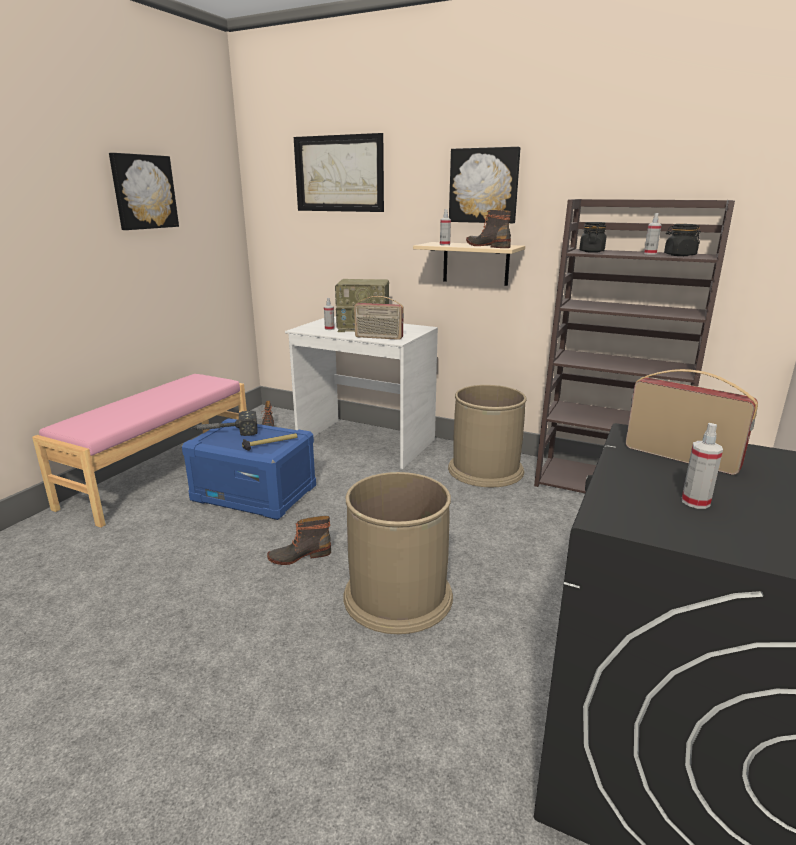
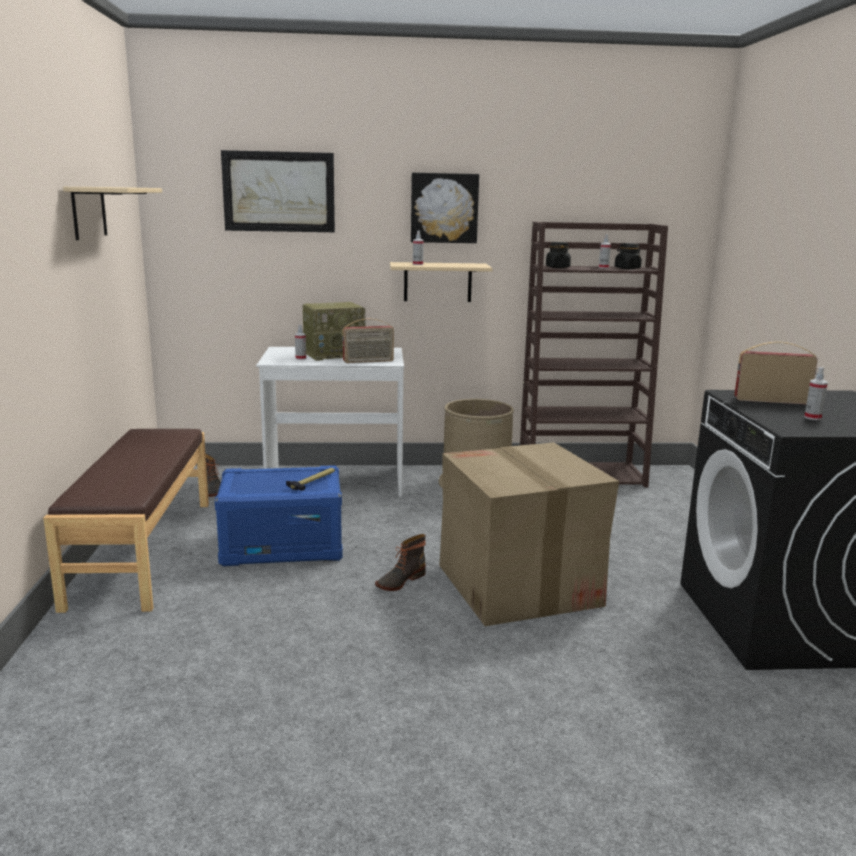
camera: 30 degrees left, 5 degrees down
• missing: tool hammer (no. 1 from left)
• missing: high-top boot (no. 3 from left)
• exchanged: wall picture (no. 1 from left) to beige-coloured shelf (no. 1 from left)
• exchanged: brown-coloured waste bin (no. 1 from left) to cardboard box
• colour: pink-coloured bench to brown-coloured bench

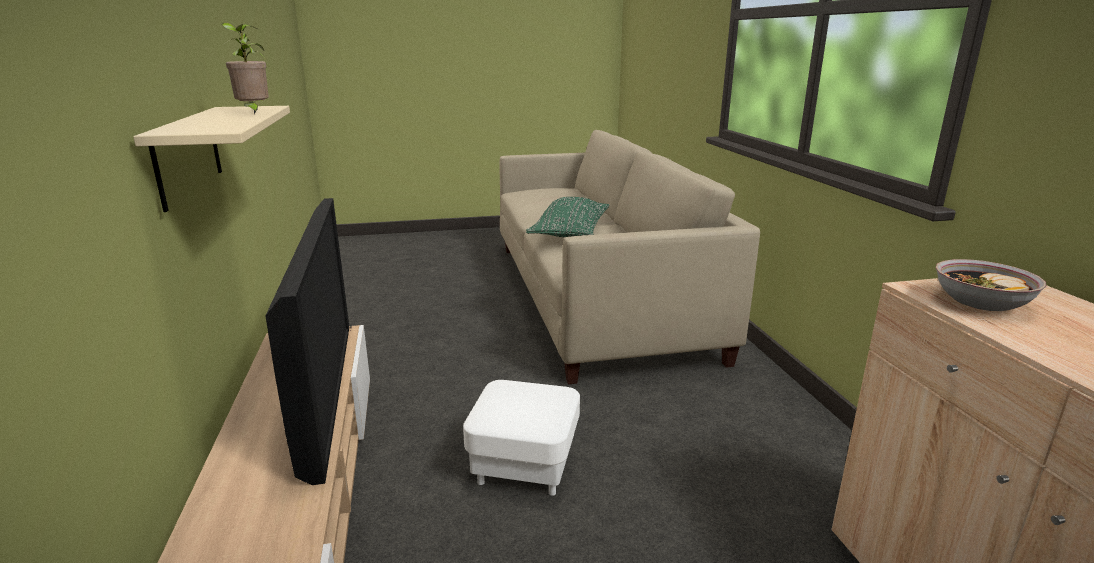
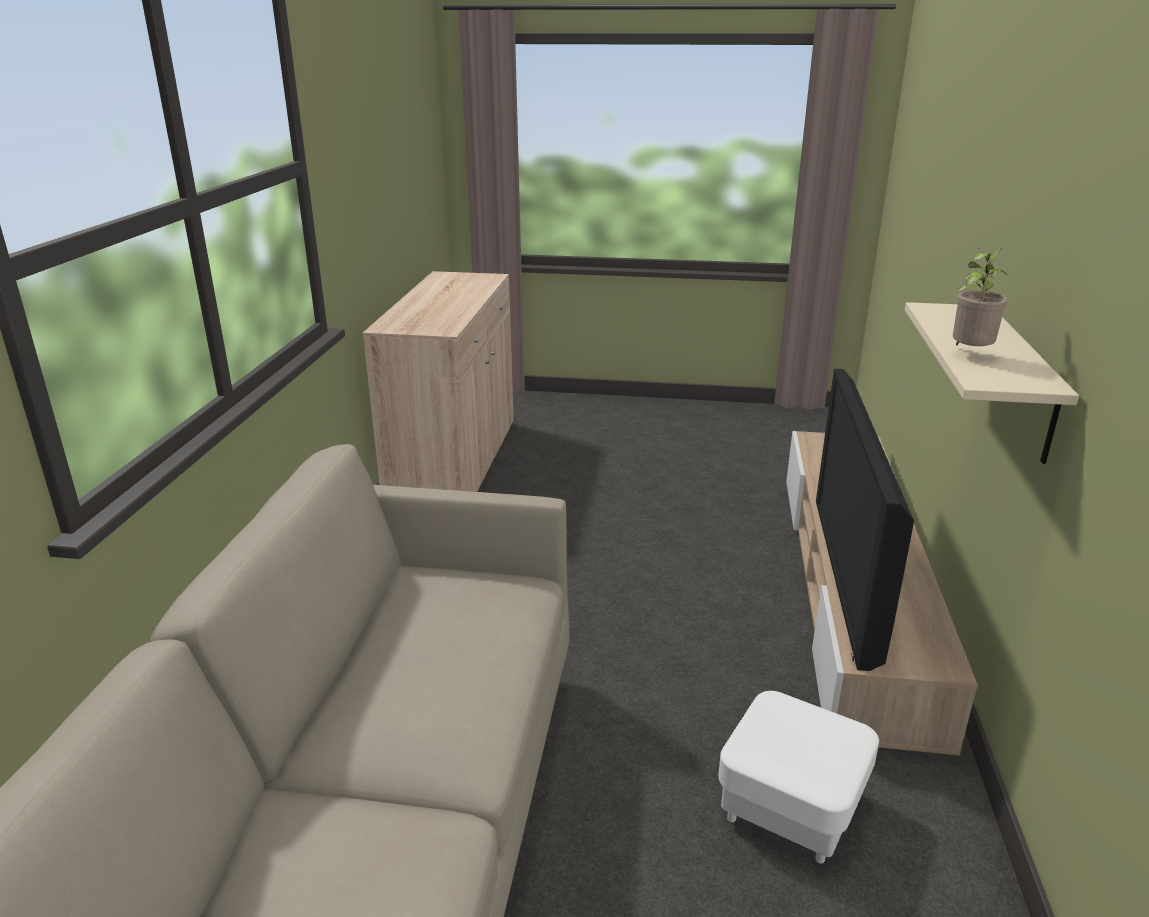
camera: 160 degrees left, 5 degrees up
• missing: green cushion
• missing: deep dish
• relocated: white footrest

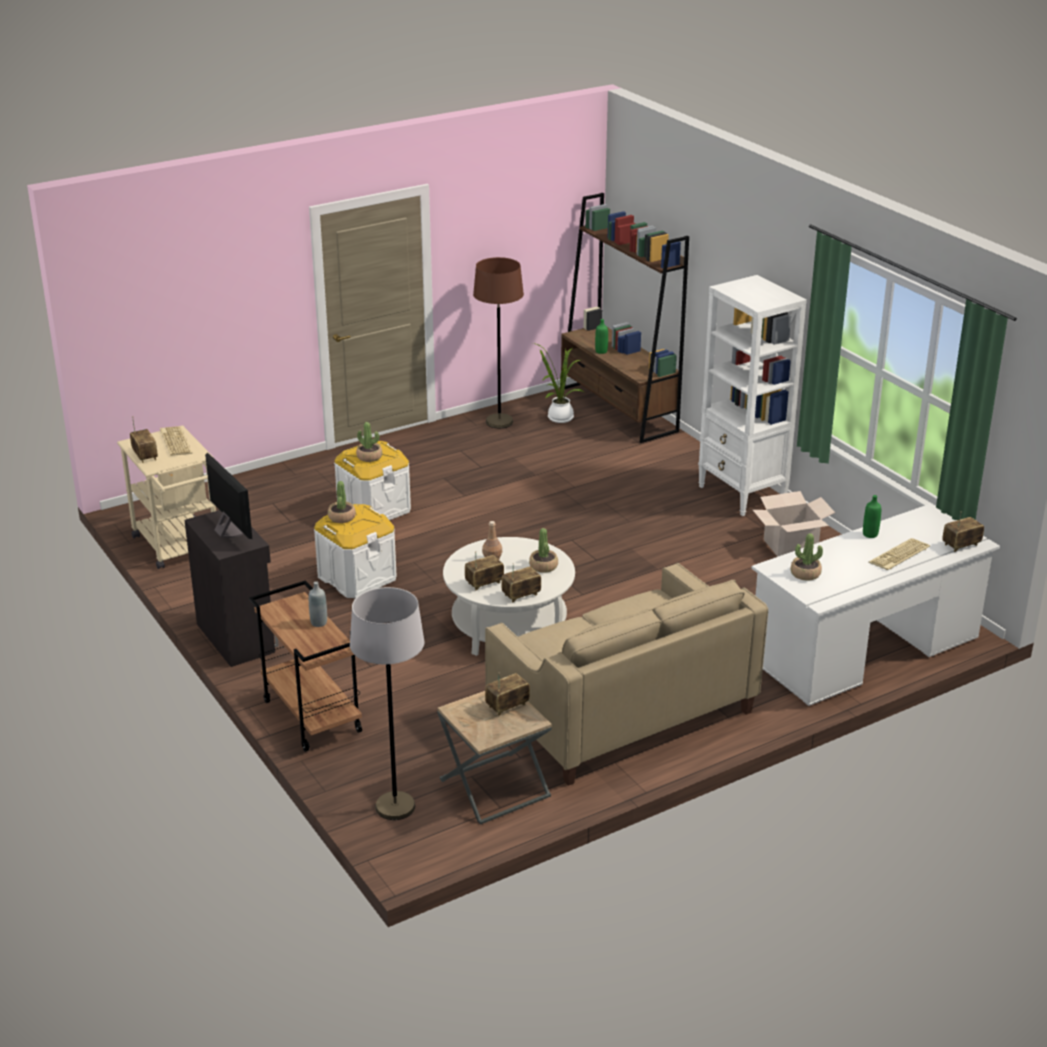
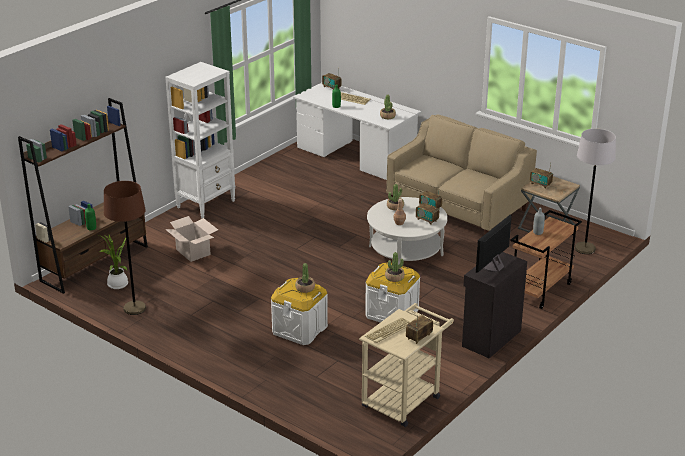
camera: 110 degrees left, 0 degrees up
• relocated: cardboard box

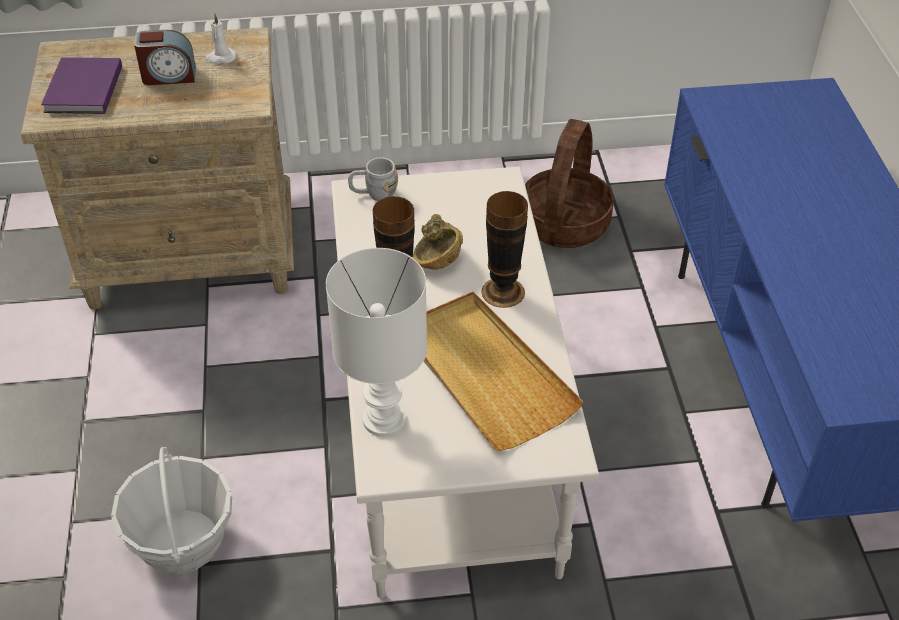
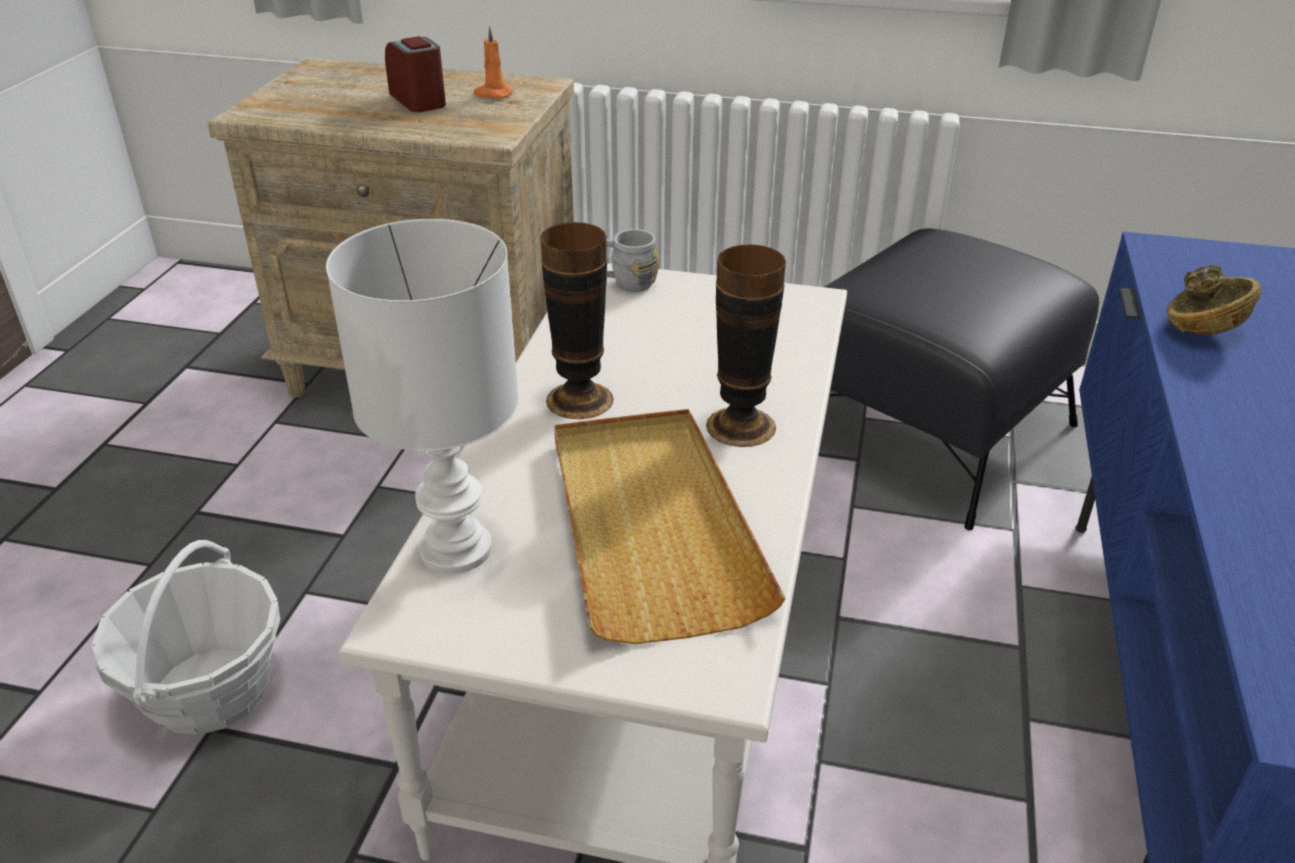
camera: 20 degrees right, 10 degrees down
• missing: purplish book
• relocated: brown-coloured deep dish
• exchanged: storage basket (no. 2 from left) to black-coloured footrest
• colour: white wax light to orange wax light
• spun: table clock 135 degrees counterclockwise

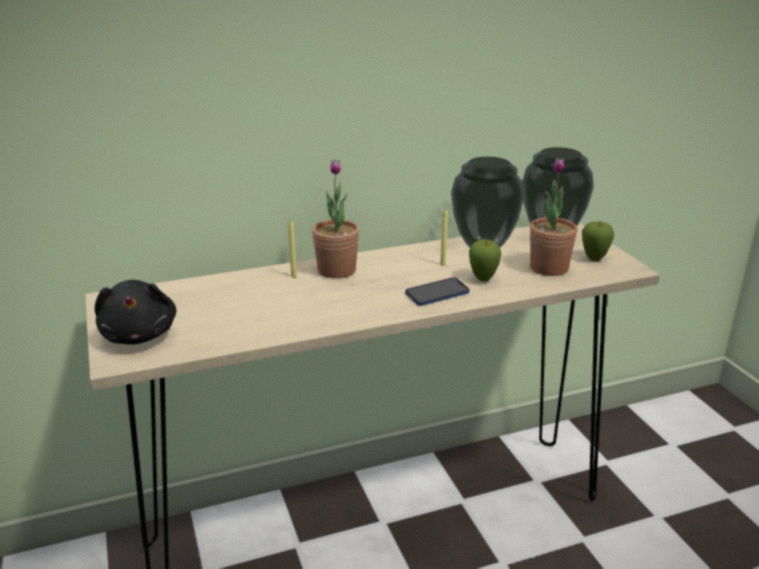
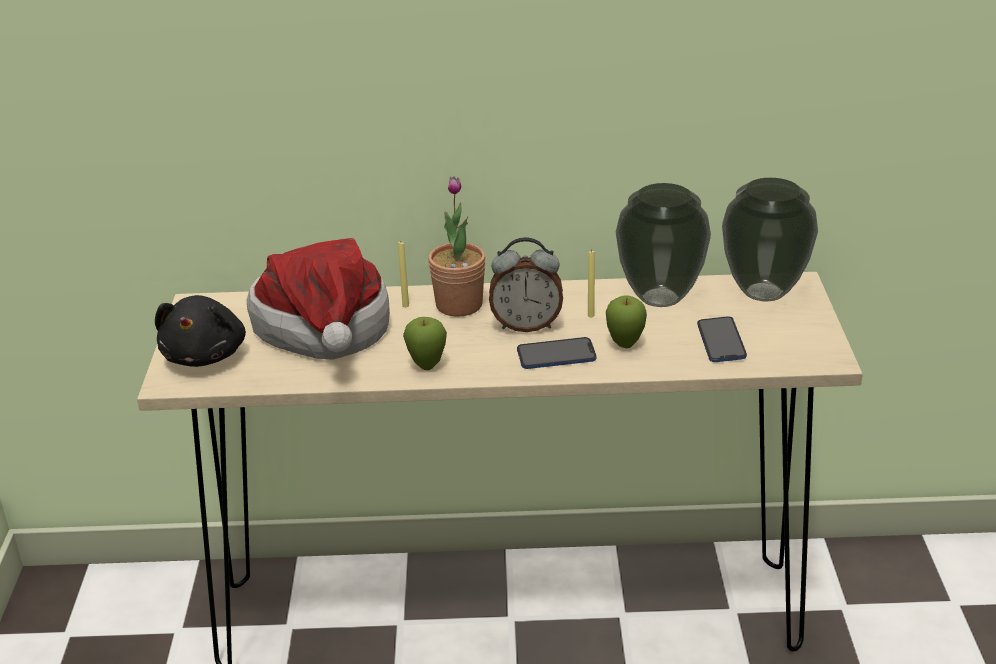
camera: 20 degrees right, 5 degrees up
• appeared: hat
• appeared: table clock
• relocated: whole apple (no. 2 from left in the first image) to whole apple (no. 1 from left)
• exchanged: potted plant (no. 2 from left) to phone (no. 2 from left)

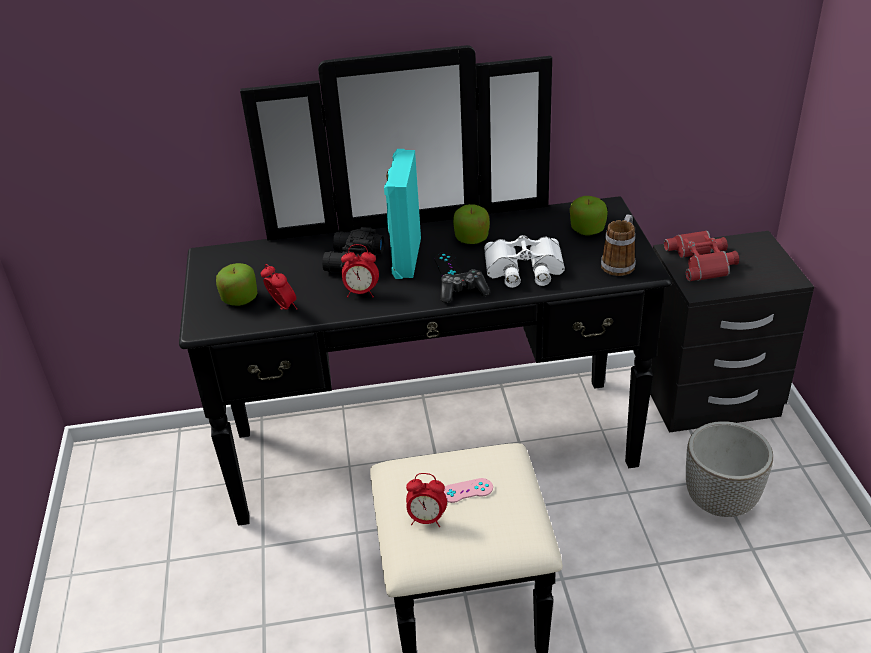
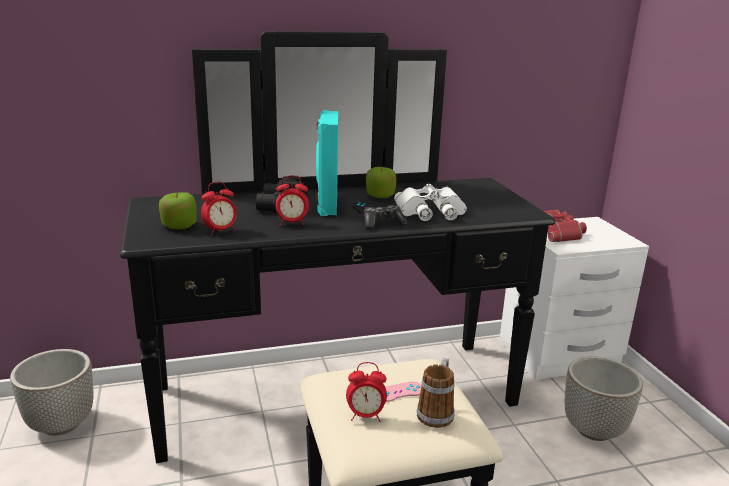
camera: 10 degrees left, 15 degrees down
• missing: whole apple (no. 3 from left)
• appeared: plant pot (no. 1 from left)
• relocated: mug
• colour: black-coloured nightstand to white nightstand
• spun: table clock (no. 1 from left) 105 degrees clockwise

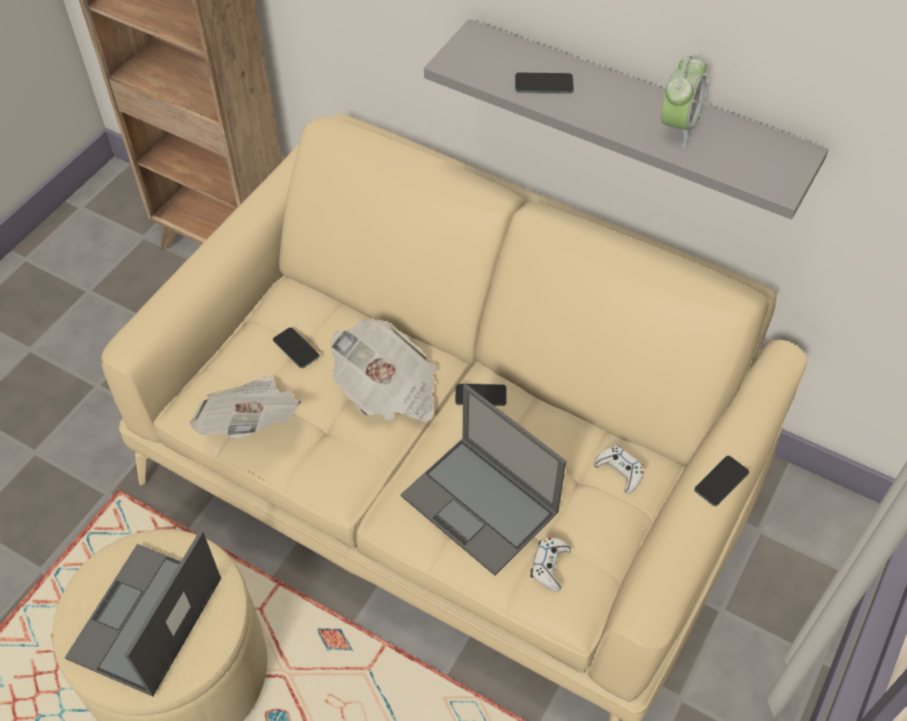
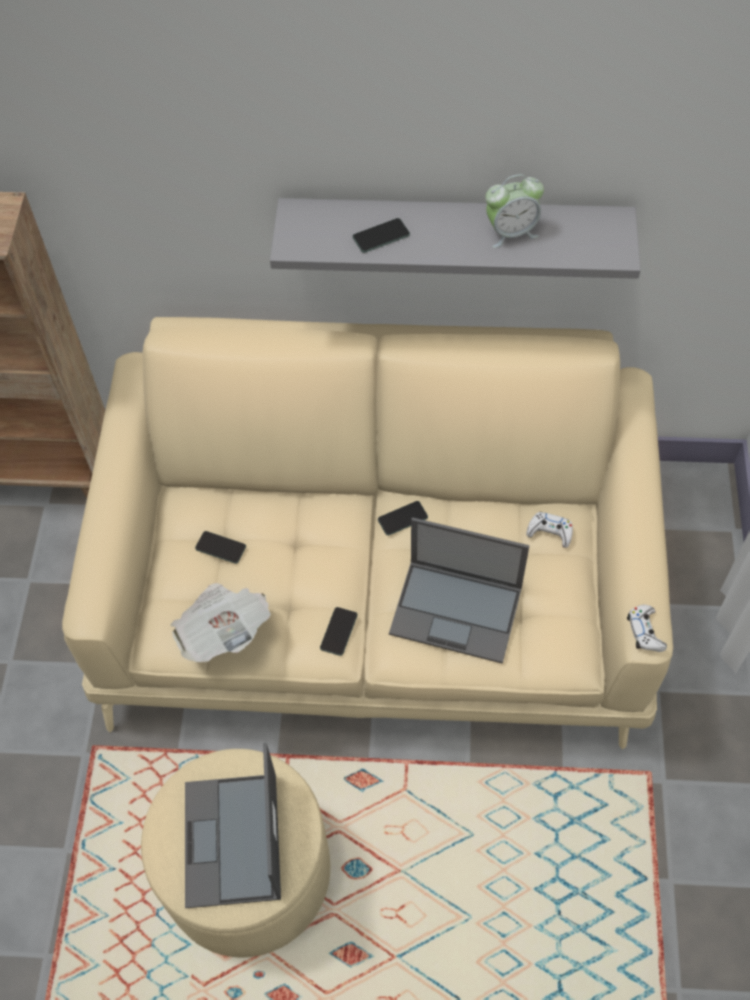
camera: 25 degrees left, 5 degrees up
• missing: newspaper (no. 2 from left)
• relocated: white gamepad (no. 1 from left in the first image) to white gamepad (no. 2 from left)
• relocated: phone (no. 4 from left in the first image) to phone (no. 2 from left)
• spun: table clock 75 degrees clockwise

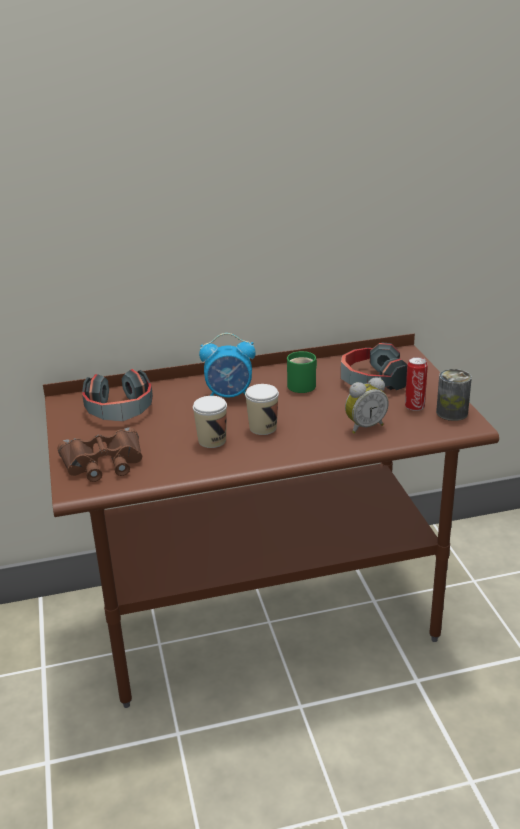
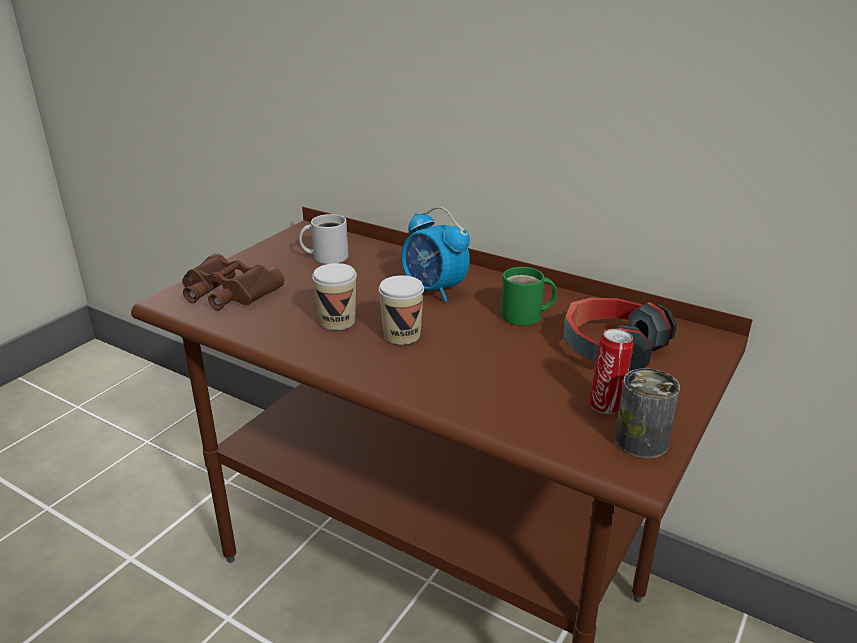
camera: 45 degrees right, 0 degrees up
• missing: table clock (no. 2 from left)
• exchanged: pair of headphones (no. 1 from left) to white mug

